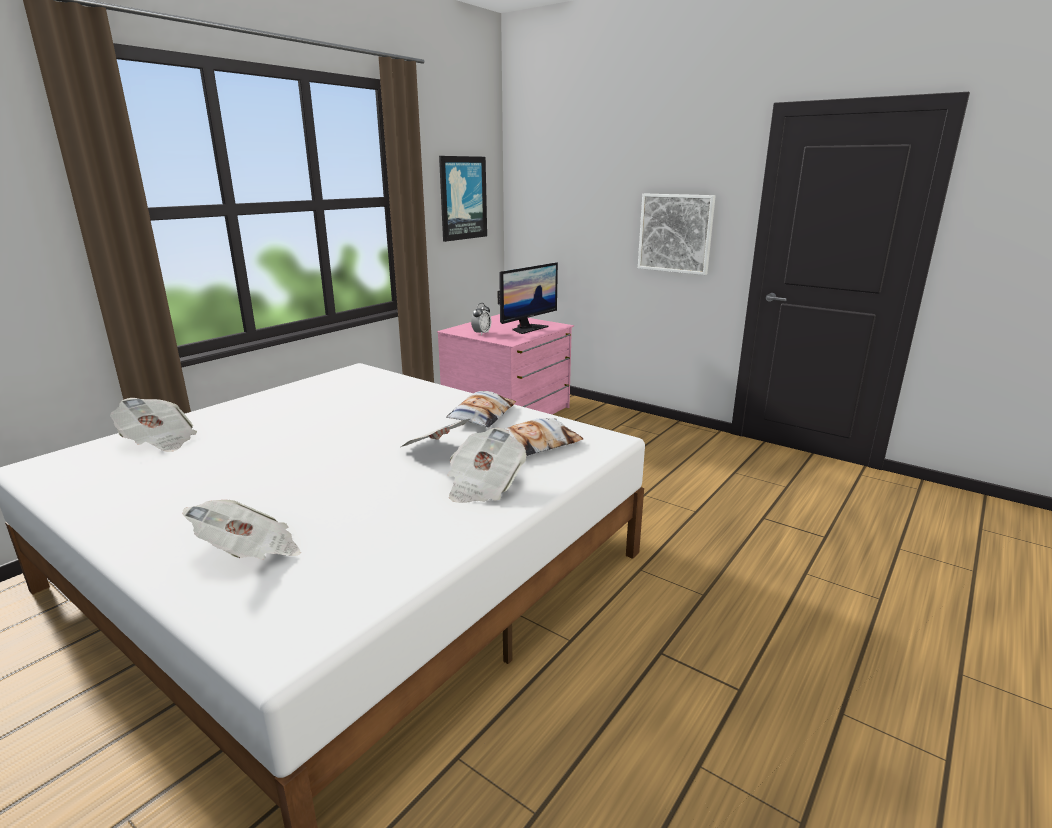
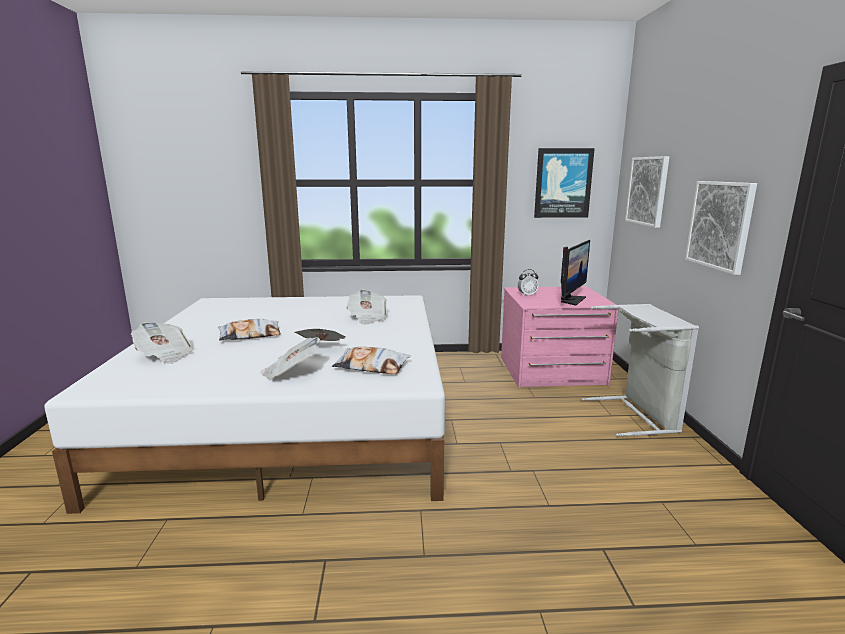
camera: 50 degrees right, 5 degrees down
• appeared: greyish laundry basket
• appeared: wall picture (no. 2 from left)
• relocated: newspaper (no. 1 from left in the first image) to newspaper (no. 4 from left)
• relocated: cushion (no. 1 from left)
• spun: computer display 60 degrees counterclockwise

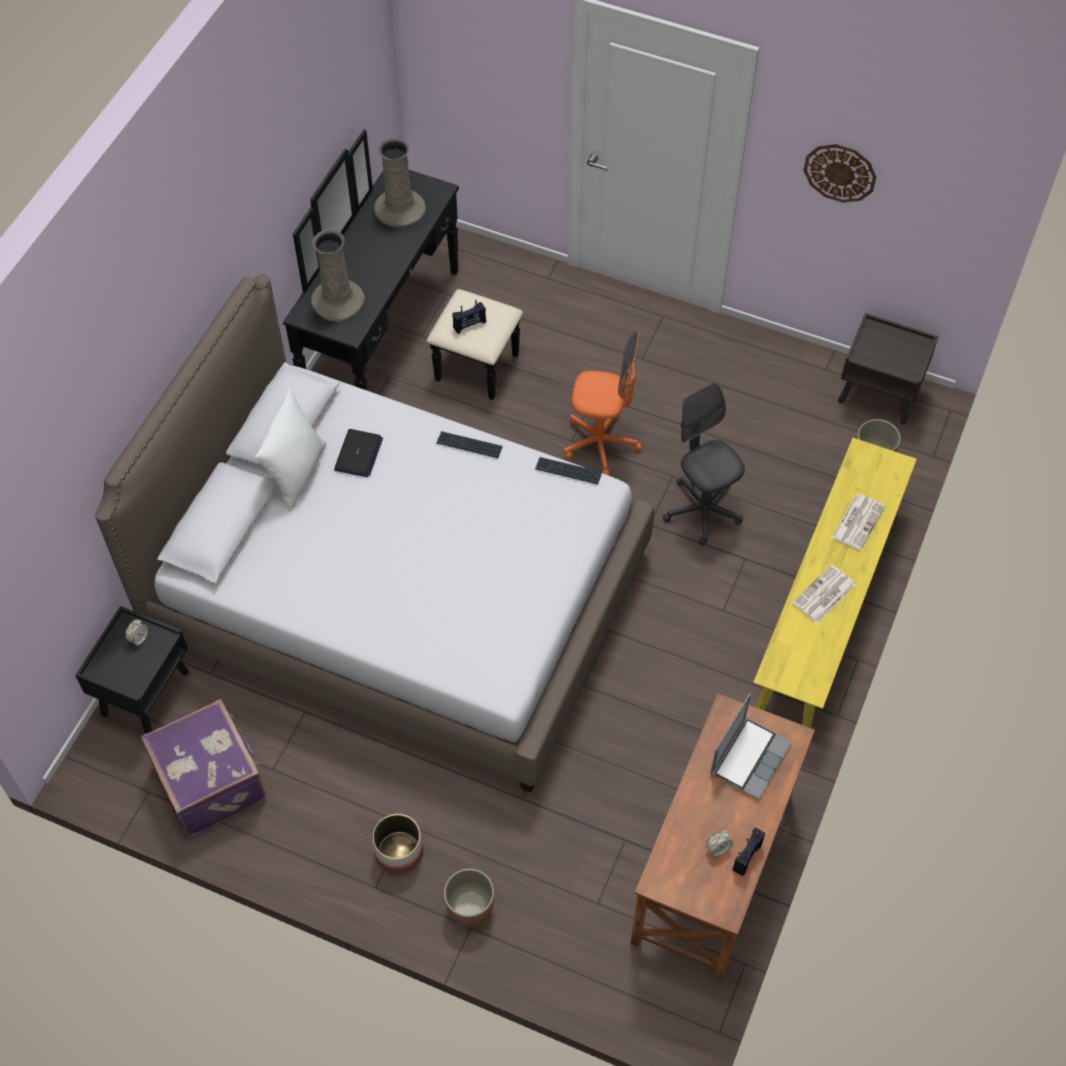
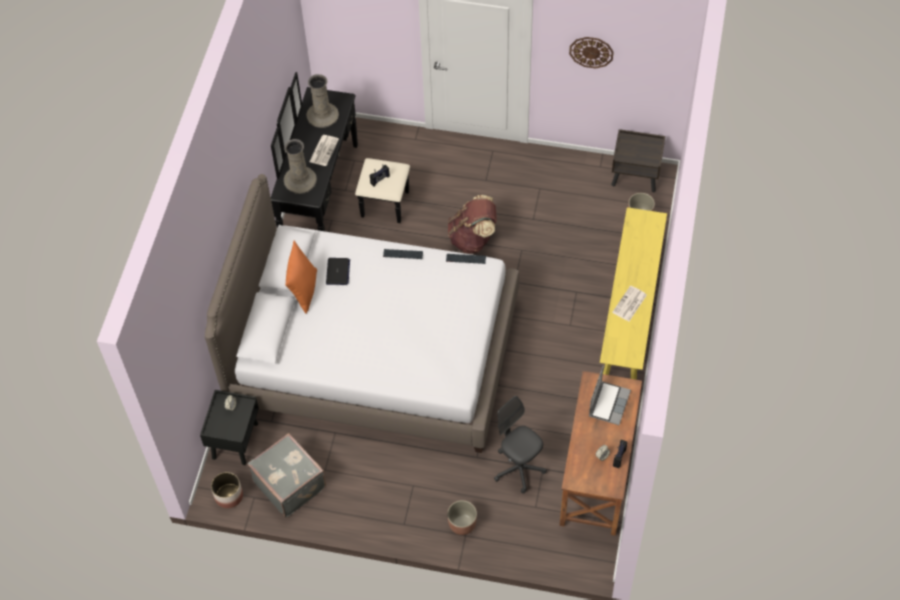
camera: 10 degrees left, 0 degrees up
• relocated: plant pot (no. 1 from left)
• relocated: greyish computer chair
• relocated: newspaper (no. 2 from left in the first image) to newspaper (no. 1 from left)
• exchanged: orange computer chair to brown-coloured rucksack
• colour: purplish piece of luggage to greyish piece of luggage
• colour: white cushion to orange cushion

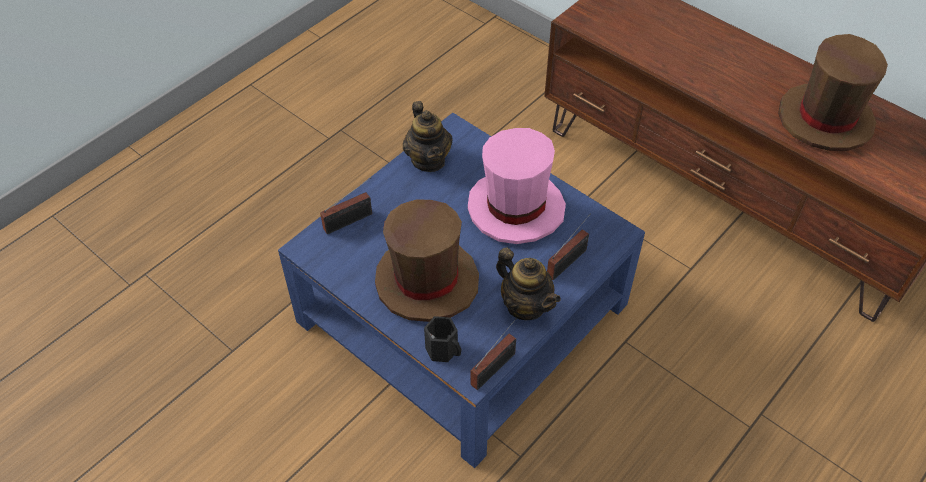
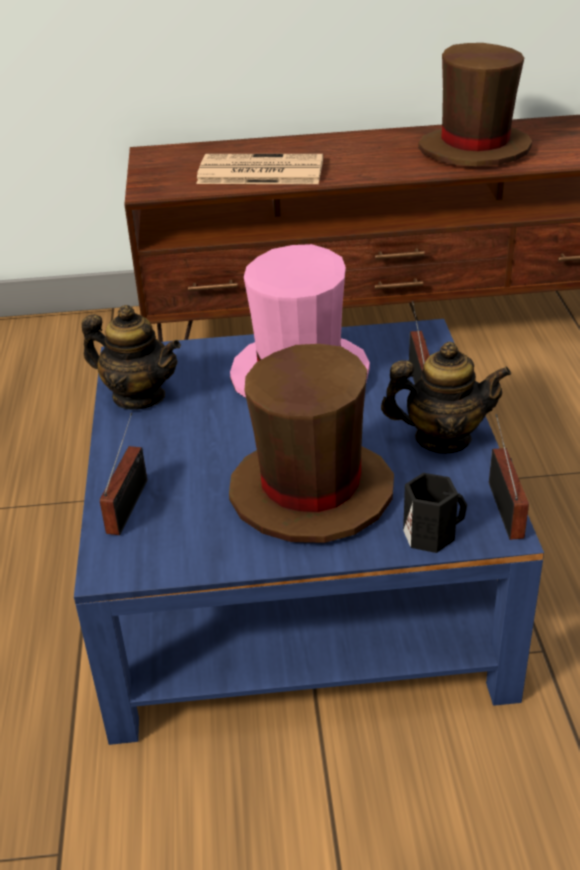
camera: 45 degrees left, 15 degrees down
• appeared: newspaper

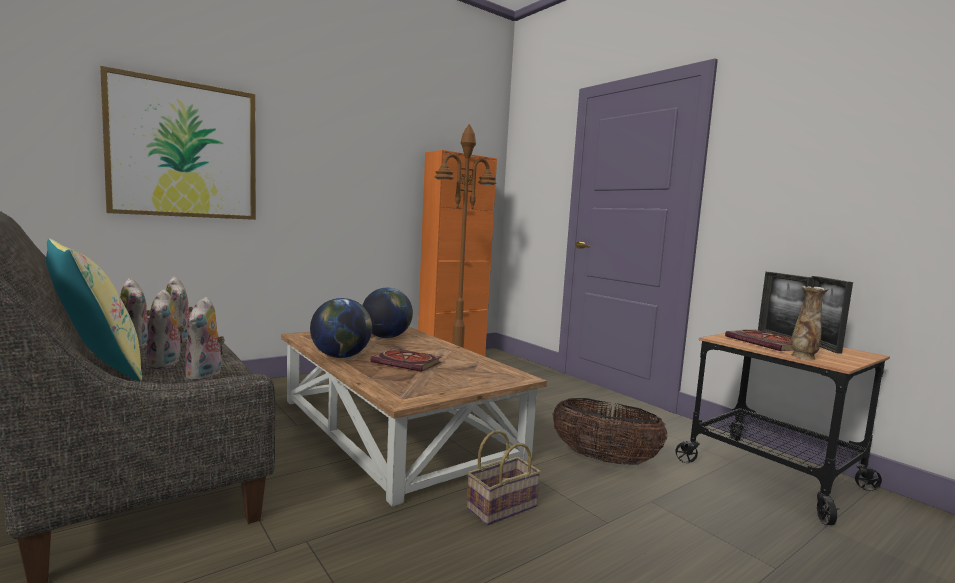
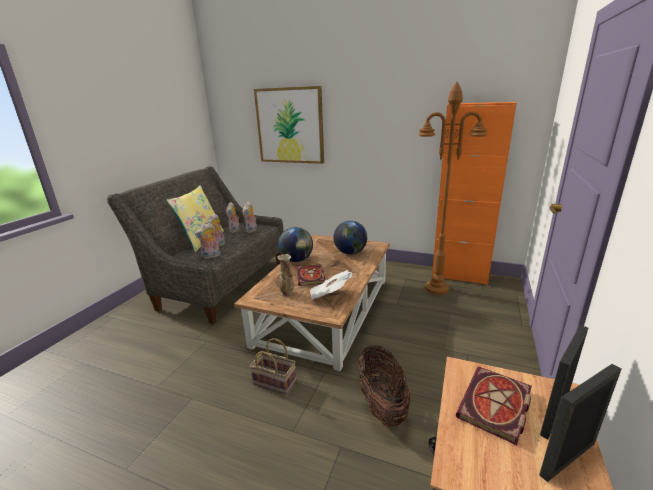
camera: 60 degrees right, 15 degrees up
• appeared: newspaper
• relocated: vase

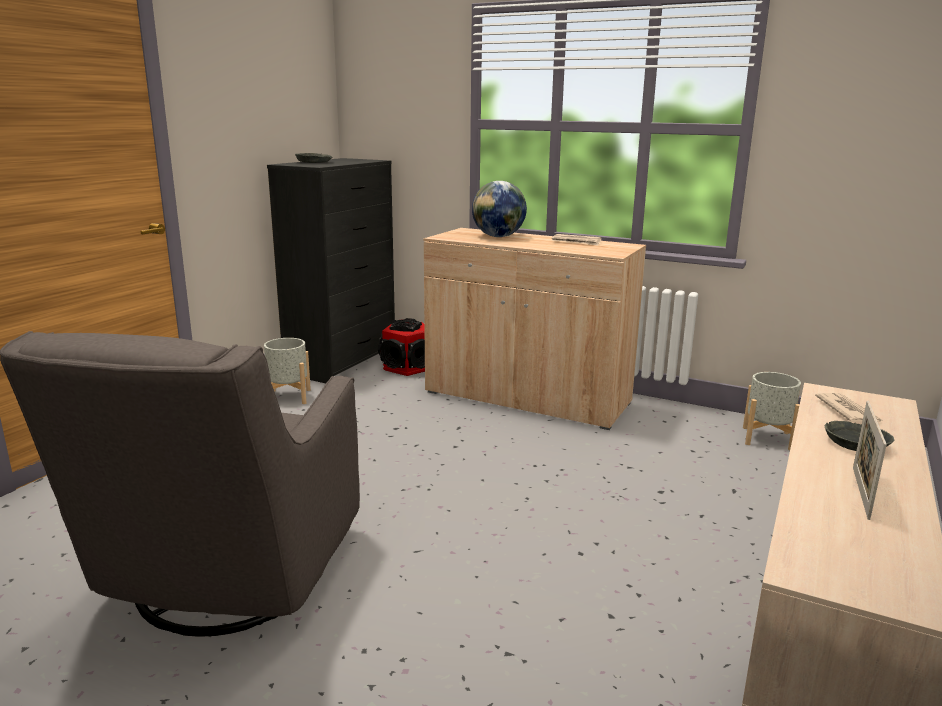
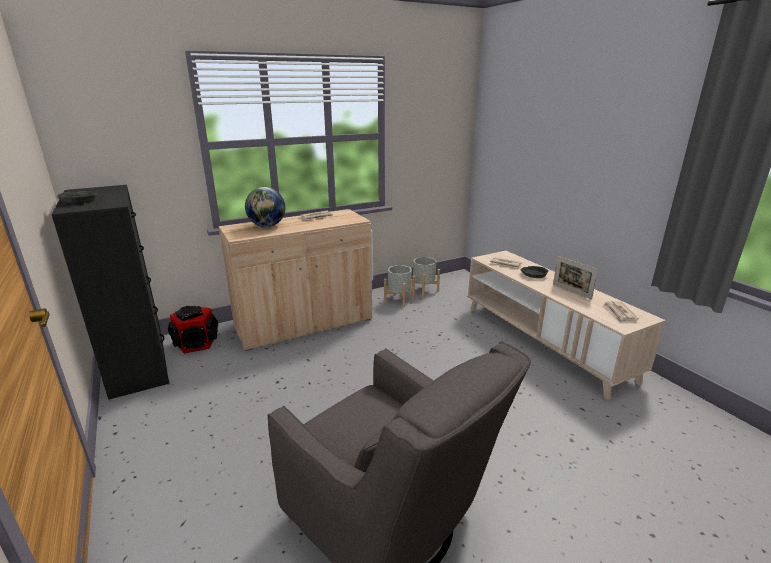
camera: 55 degrees left, 5 degrees up
• appeared: newspaper (no. 3 from left)
• relocated: greyish plant pot (no. 1 from left)

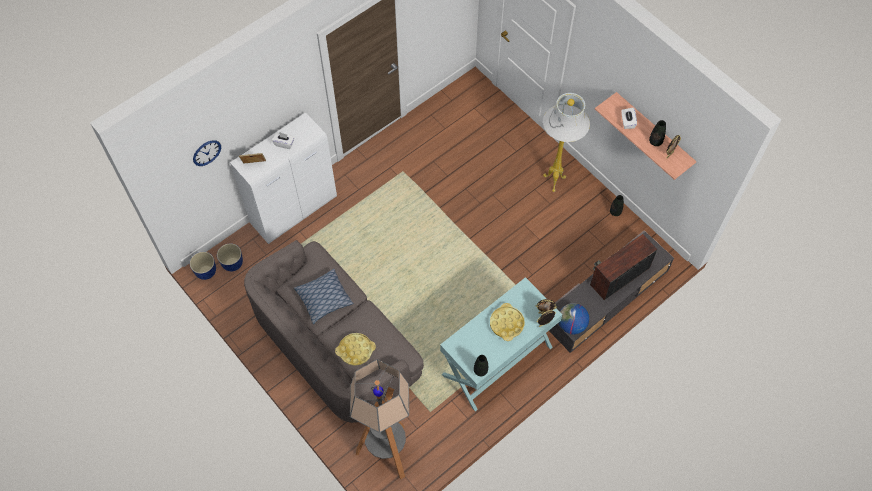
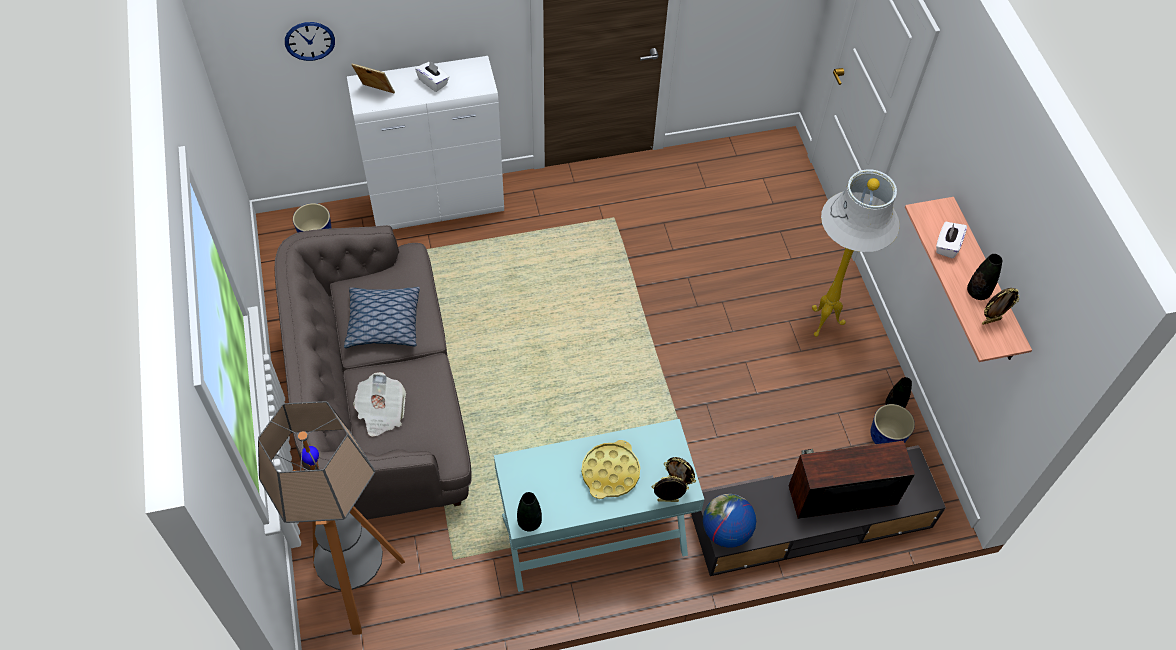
camera: 25 degrees right, 5 degrees down
• relocated: plant pot (no. 1 from left in the first image) to plant pot (no. 2 from left)
• exchanged: yellowish serving tray (no. 1 from left) to newspaper

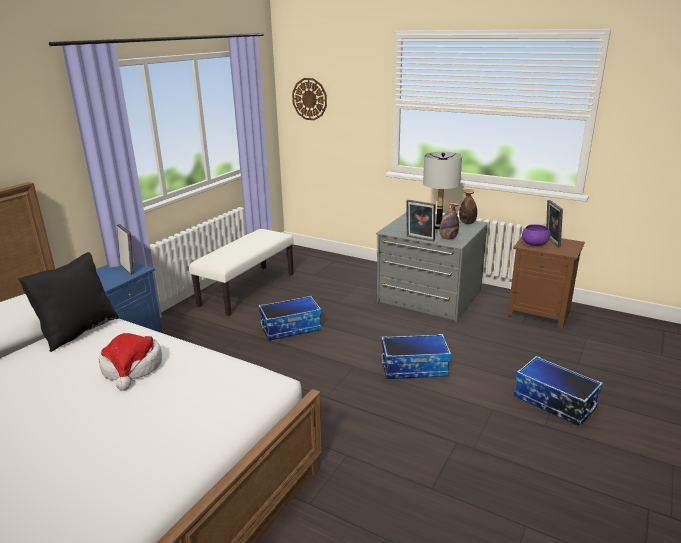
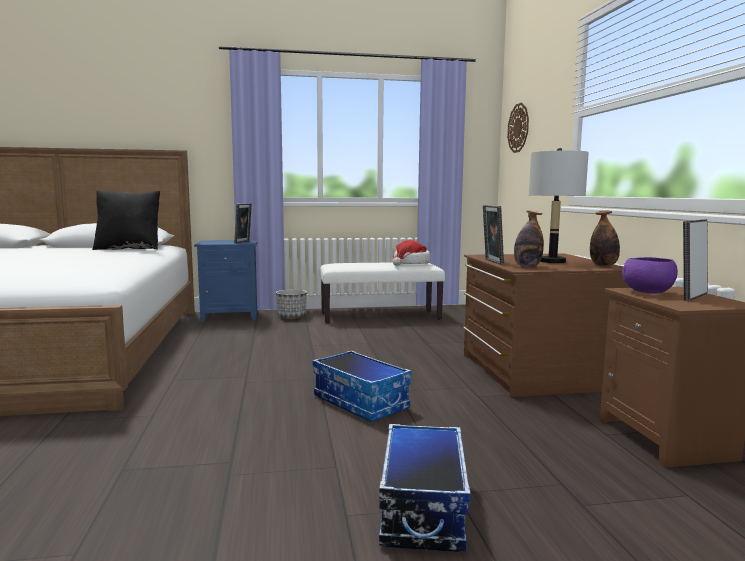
camera: 50 degrees right, 15 degrees down
• missing: storage bin (no. 1 from left)
• appeared: plant pot
• relocated: hat
• colour: greyish drawer chest to brown-coloured drawer chest

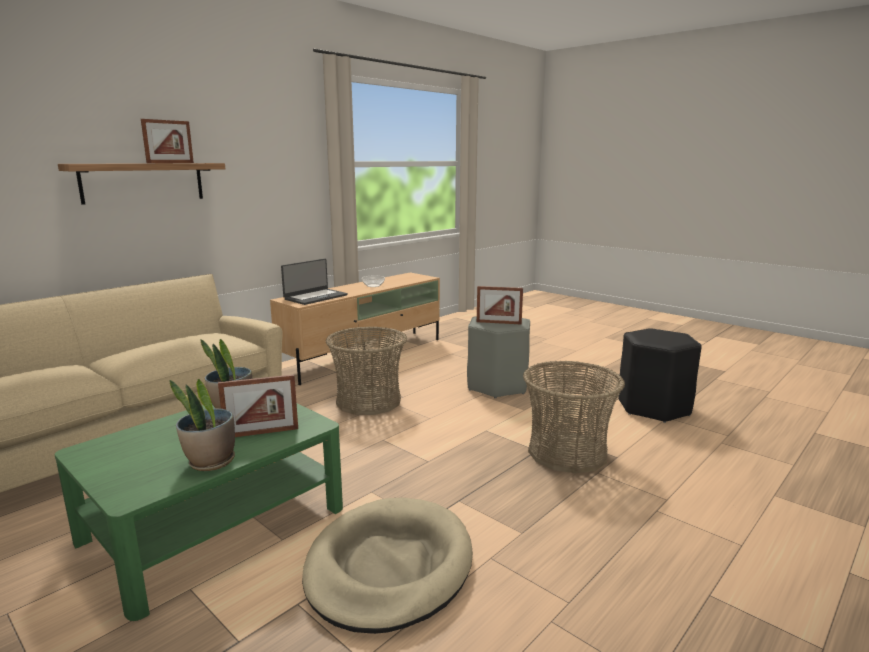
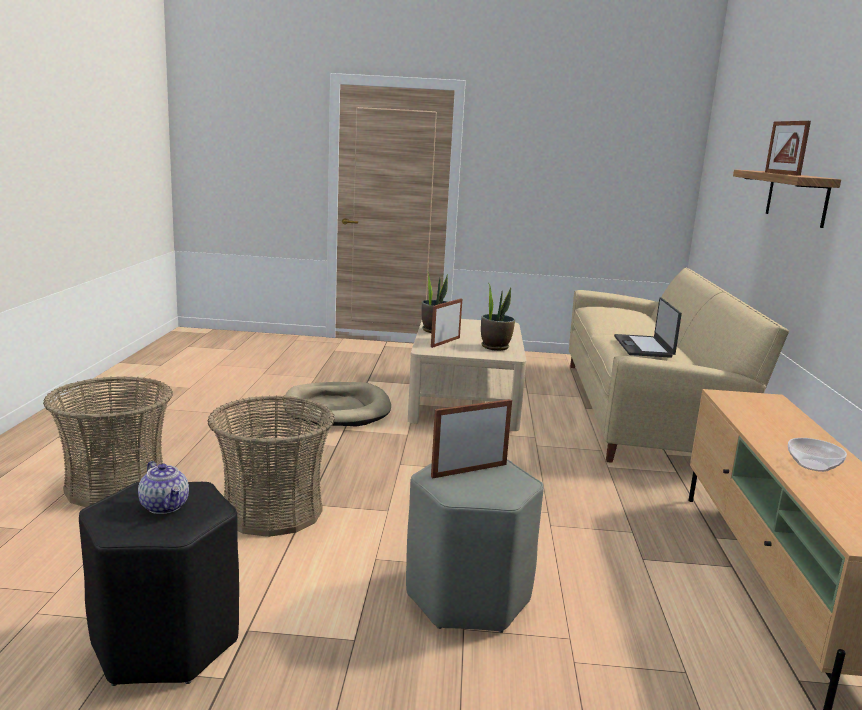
camera: 140 degrees right, 0 degrees up
• appeared: tea pot
• relocated: portable computer
• relocated: storage basket (no. 1 from left)
• colour: green coffee table to beige-coloured coffee table

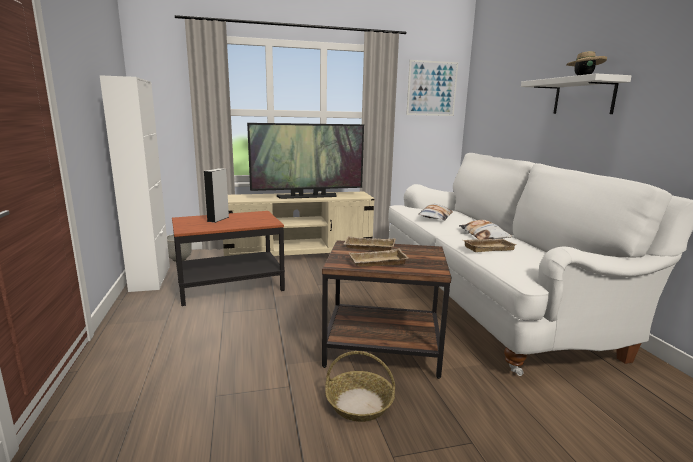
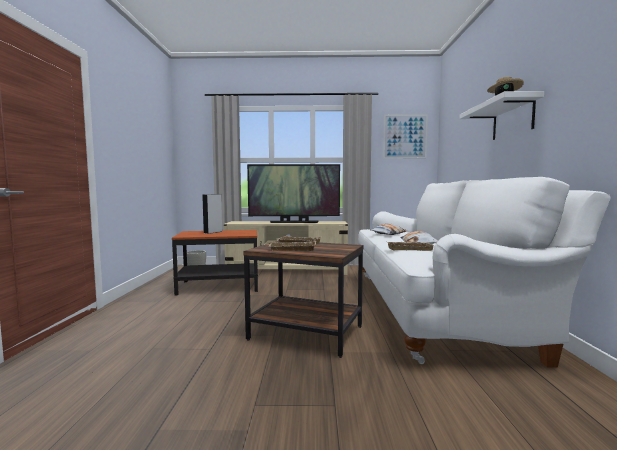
camera: 15 degrees right, 10 degrees down
• missing: white cabinet
• missing: storage basket

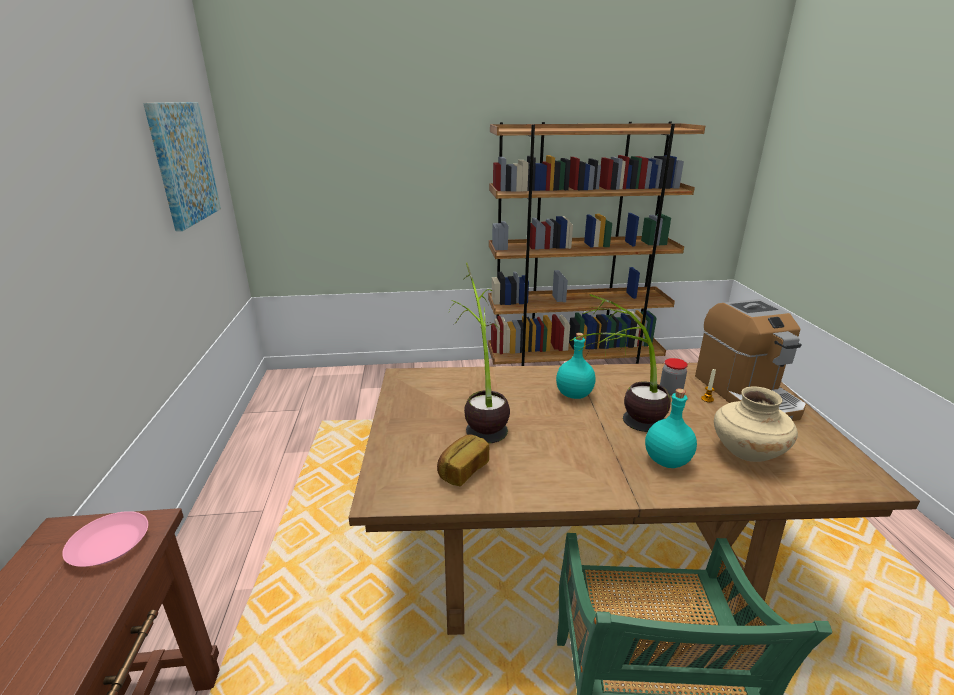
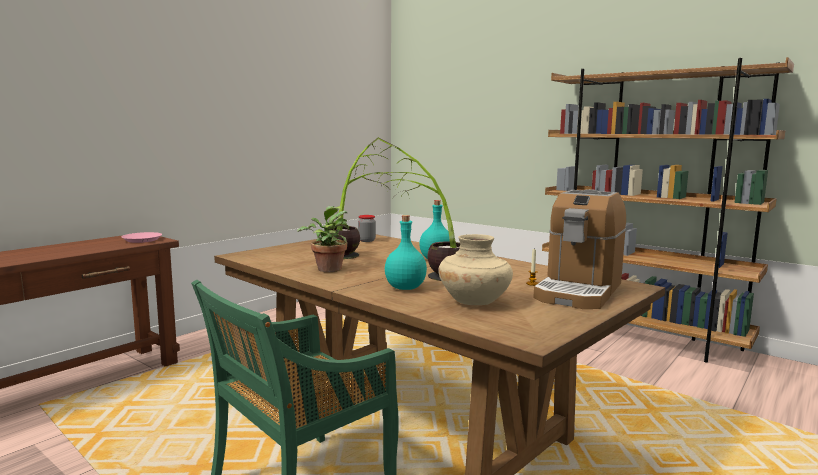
camera: 45 degrees right, 15 degrees down
• missing: wall picture
• missing: bread
• appeared: potted plant (no. 1 from left)
• relocated: jar

